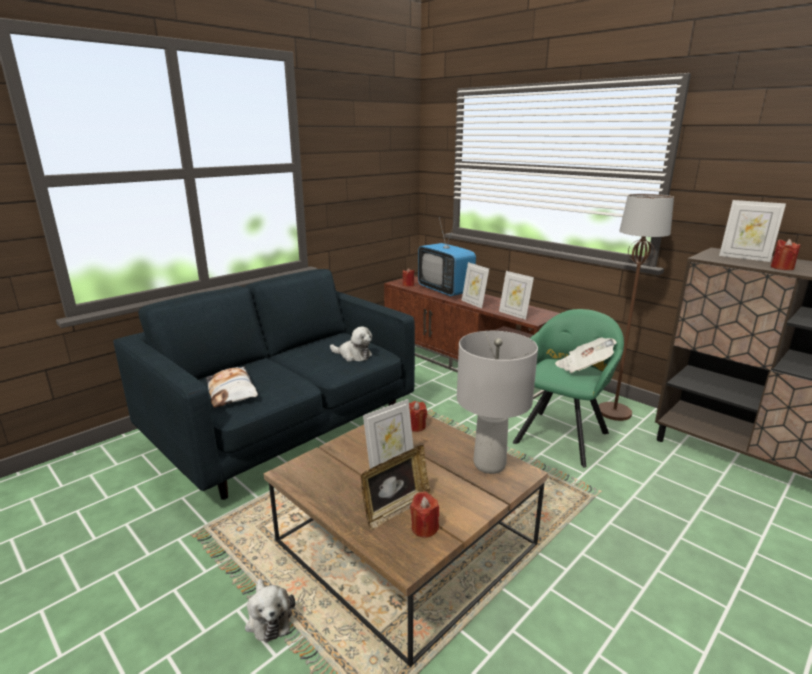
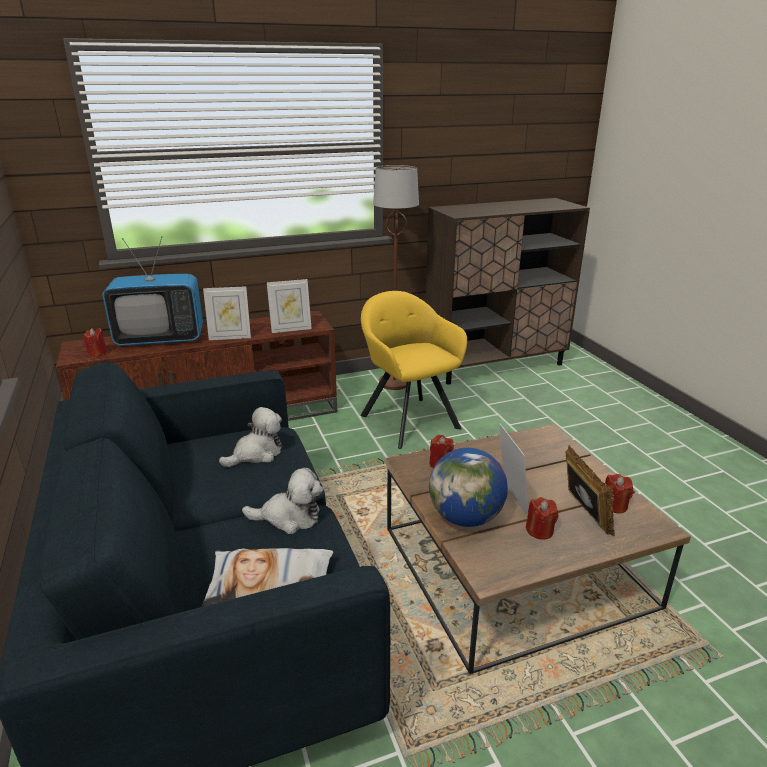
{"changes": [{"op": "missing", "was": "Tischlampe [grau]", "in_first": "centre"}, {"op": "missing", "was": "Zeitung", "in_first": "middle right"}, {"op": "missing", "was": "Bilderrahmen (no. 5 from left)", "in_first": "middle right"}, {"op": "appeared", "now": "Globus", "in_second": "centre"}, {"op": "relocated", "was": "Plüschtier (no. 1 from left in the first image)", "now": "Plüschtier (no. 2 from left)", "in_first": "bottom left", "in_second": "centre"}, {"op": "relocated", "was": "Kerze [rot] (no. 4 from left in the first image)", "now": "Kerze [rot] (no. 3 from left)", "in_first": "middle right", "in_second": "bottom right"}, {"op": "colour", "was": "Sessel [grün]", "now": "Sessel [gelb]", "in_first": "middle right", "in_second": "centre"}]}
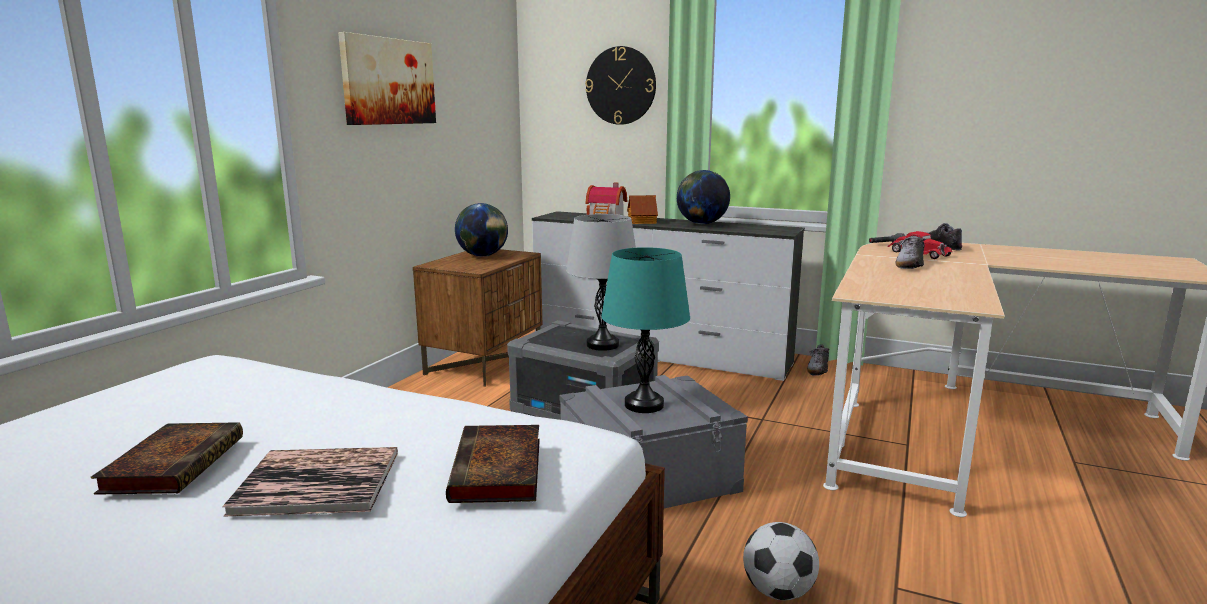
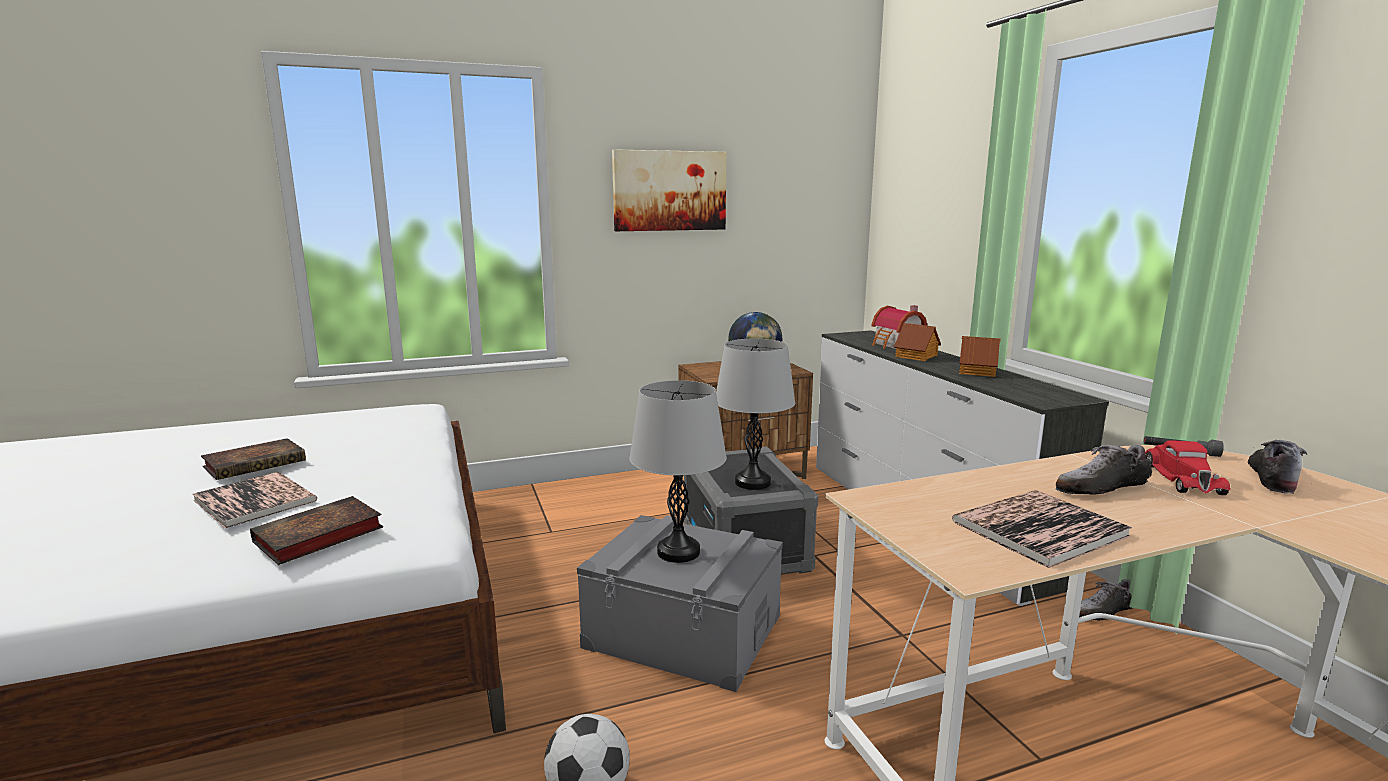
{"changes": [{"op": "missing", "was": "Wanduhr", "in_first": "top centre"}, {"op": "appeared", "now": "Buch (no. 4 from left)", "in_second": "bottom right"}, {"op": "exchanged", "was": "Globus (no. 2 from left)", "now": "Spielzeughaus (no. 3 from left)", "in_first": "top centre", "in_second": "middle right"}, {"op": "colour", "was": "Tischlampe [türkis]", "now": "Tischlampe [grau] (no. 1 from left)", "in_first": "centre", "in_second": "centre"}]}
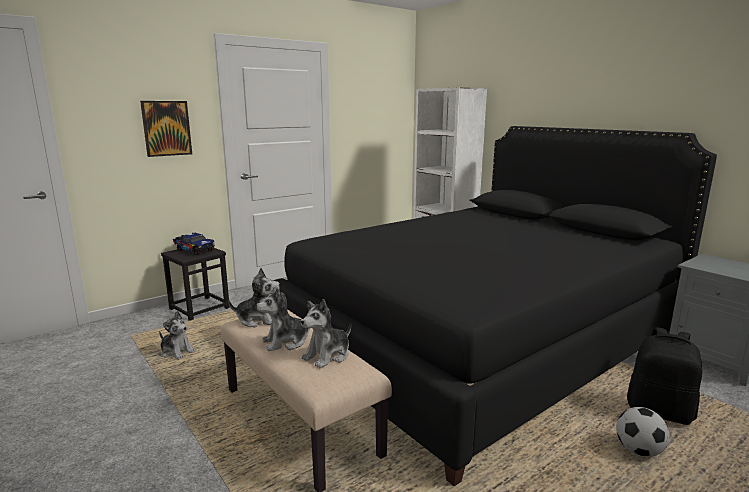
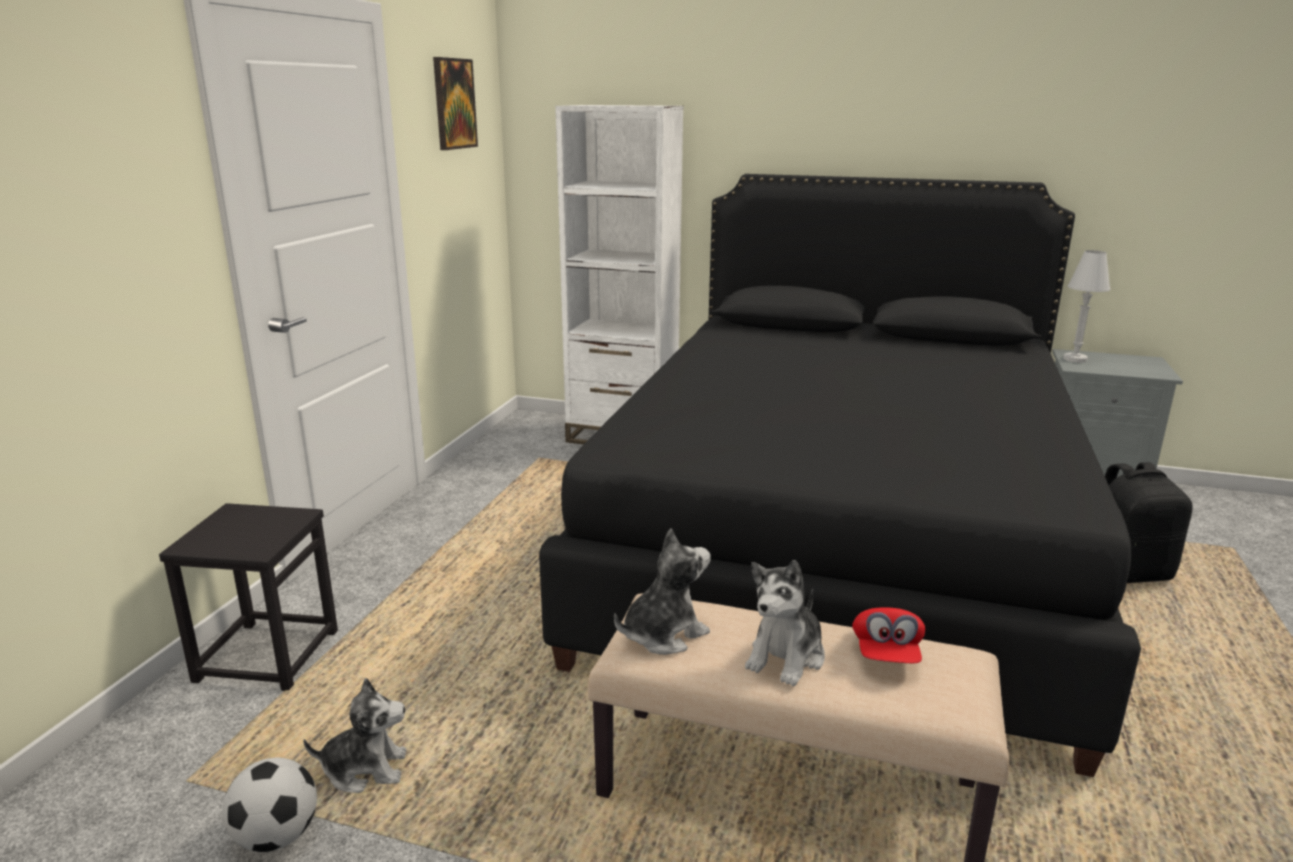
{"changes": [{"op": "missing", "was": "Spielzeuglaster", "in_first": "middle left"}, {"op": "appeared", "now": "Tischlampe [weiß]", "in_second": "middle right"}, {"op": "relocated", "was": "Bild", "in_first": "top left", "in_second": "top centre"}, {"op": "relocated", "was": "Fußball", "in_first": "bottom right", "in_second": "bottom left"}, {"op": "exchanged", "was": "Plüschtier (no. 4 from left)", "now": "Kappe [rot]", "in_first": "bottom centre", "in_second": "bottom right"}]}
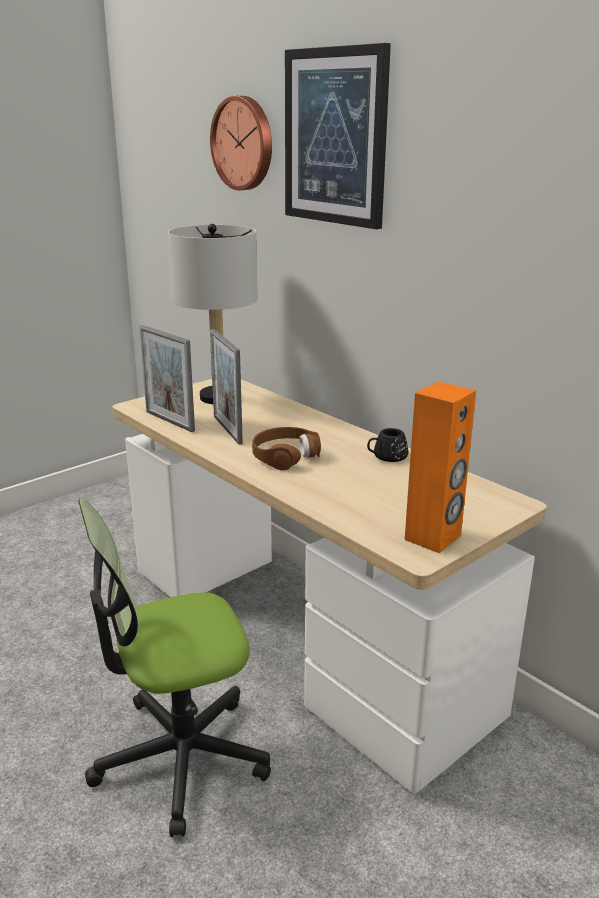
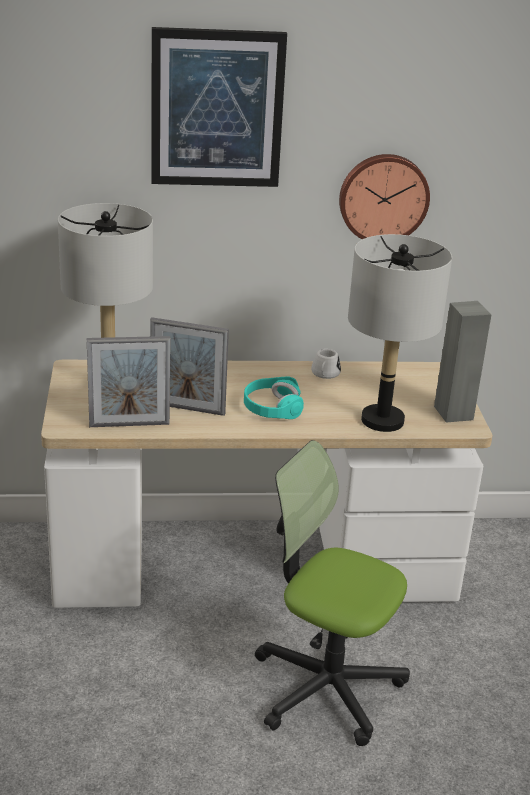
{"changes": [{"op": "appeared", "now": "Tischlampe [grau] (no. 2 from left)", "in_second": "middle right"}, {"op": "relocated", "was": "Wanduhr", "in_first": "top centre", "in_second": "top right"}, {"op": "colour", "was": "Kopfhörer [braun]", "now": "Kopfhörer [türkis]", "in_first": "centre", "in_second": "centre"}, {"op": "colour", "was": "Henkelbecher [schwarz]", "now": "Henkelbecher [weiß]", "in_first": "centre", "in_second": "centre"}, {"op": "colour", "was": "Lautsprecher [orange]", "now": "Lautsprecher [grau]", "in_first": "middle right", "in_second": "middle right"}, {"op": "spun", "was": "Bürostuhl", "in_first": "bottom left", "in_second": "bottom centre", "clockwise": 105}]}
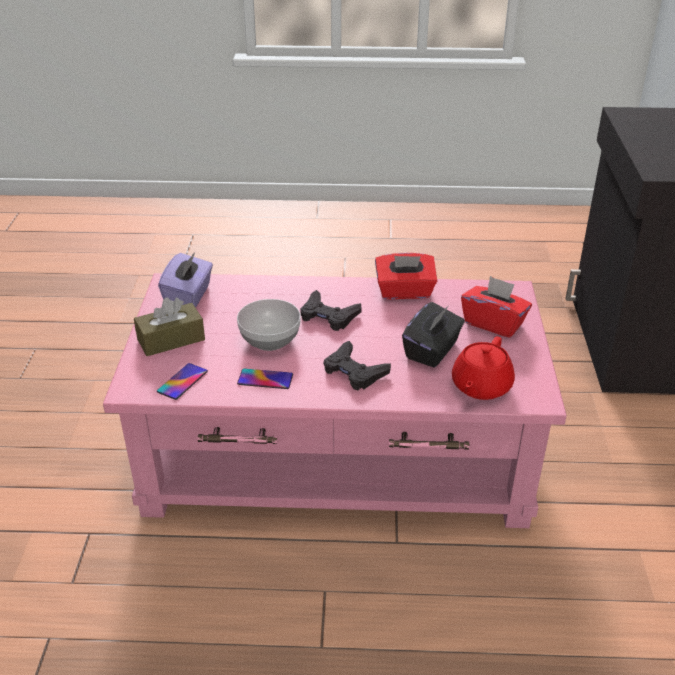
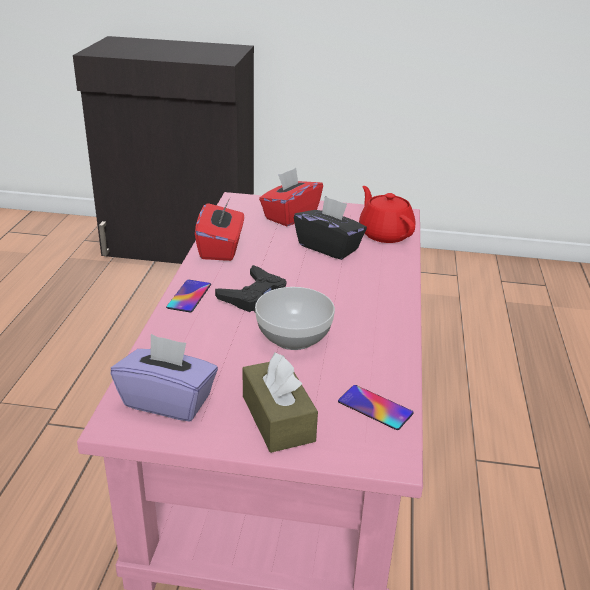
{"changes": [{"op": "missing", "was": "Gamepad [schwarz] (no. 2 from left)", "in_first": "centre"}, {"op": "relocated", "was": "Handy (no. 2 from left in the first image)", "now": "Handy (no. 1 from left)", "in_first": "centre", "in_second": "middle left"}, {"op": "spun", "was": "Teekanne [rot]", "in_first": "middle right", "in_second": "centre", "clockwise": -150}]}
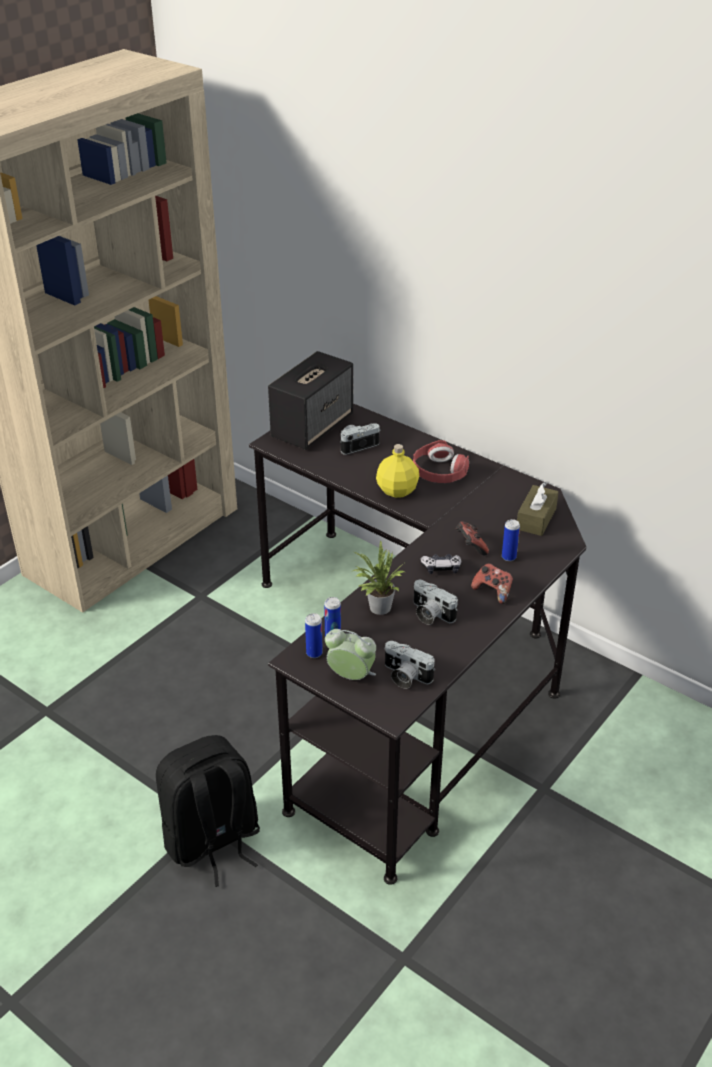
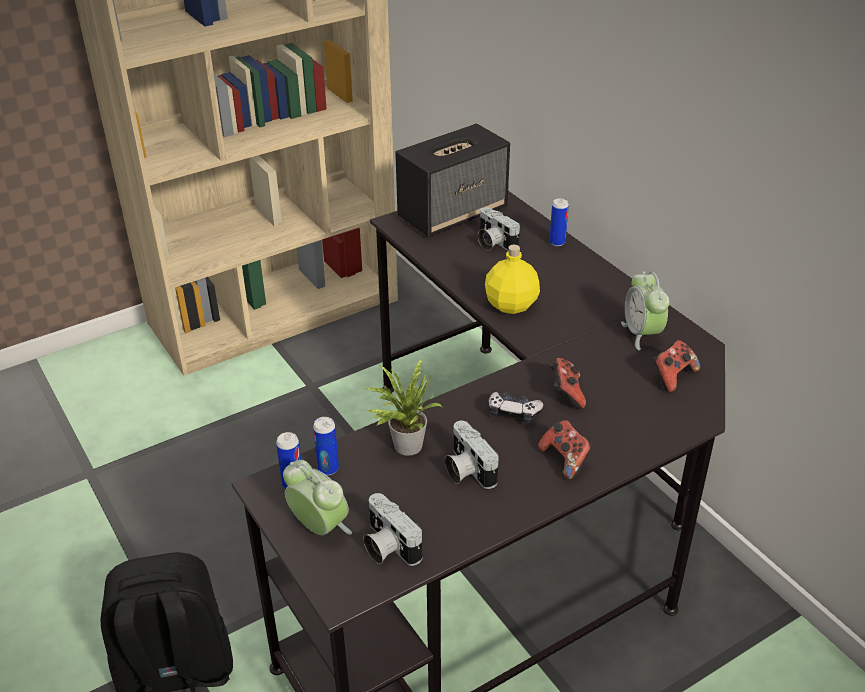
{"changes": [{"op": "missing", "was": "Kopfhörer [rot]", "in_first": "centre"}, {"op": "appeared", "now": "Wecker (no. 2 from left)", "in_second": "middle right"}, {"op": "relocated", "was": "Dose (no. 3 from left)", "in_first": "middle right", "in_second": "top centre"}, {"op": "exchanged", "was": "Taschentuchbox [braun]", "now": "Gamepad (no. 4 from left)", "in_first": "middle right", "in_second": "middle right"}, {"op": "spun", "was": "Kamera (no. 1 from left in the first image)", "in_first": "centre", "in_second": "top centre", "clockwise": -120}]}
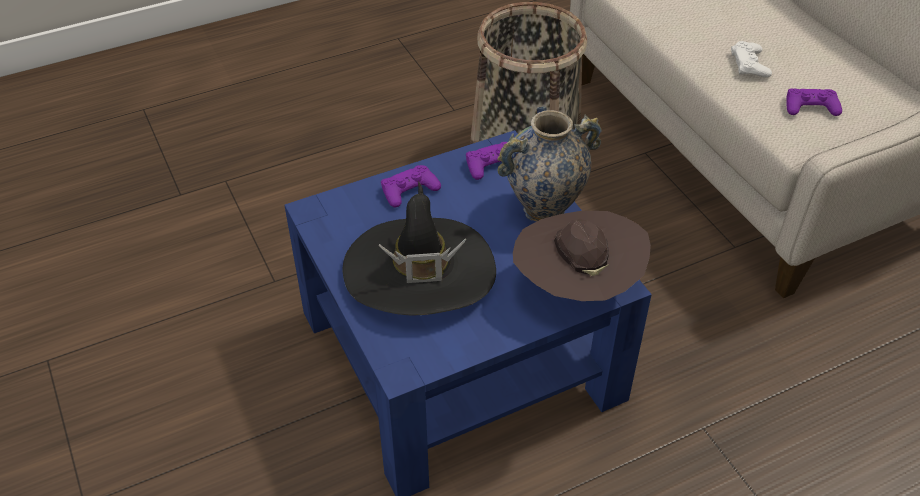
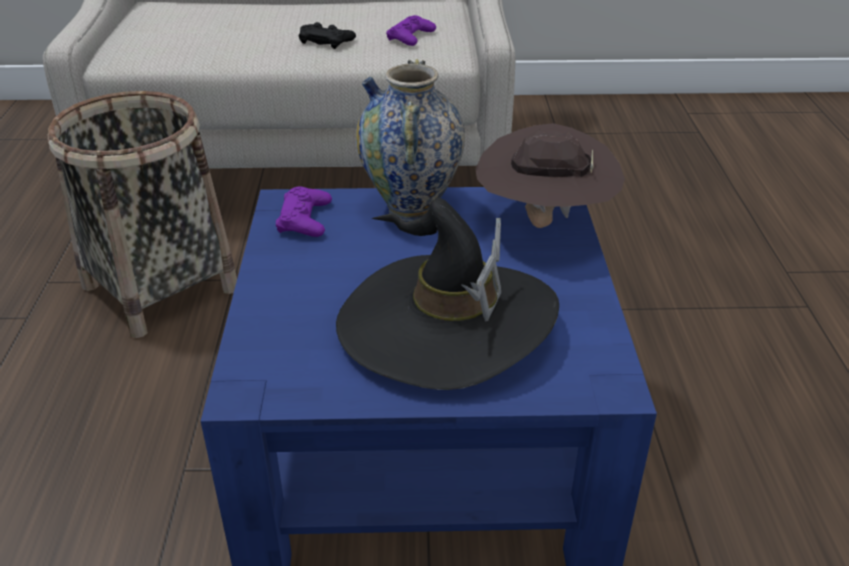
{"changes": [{"op": "missing", "was": "Gamepad [lila] (no. 1 from left)", "in_first": "centre"}, {"op": "colour", "was": "Gamepad [weiß]", "now": "Gamepad [schwarz]", "in_first": "top right", "in_second": "top centre"}]}
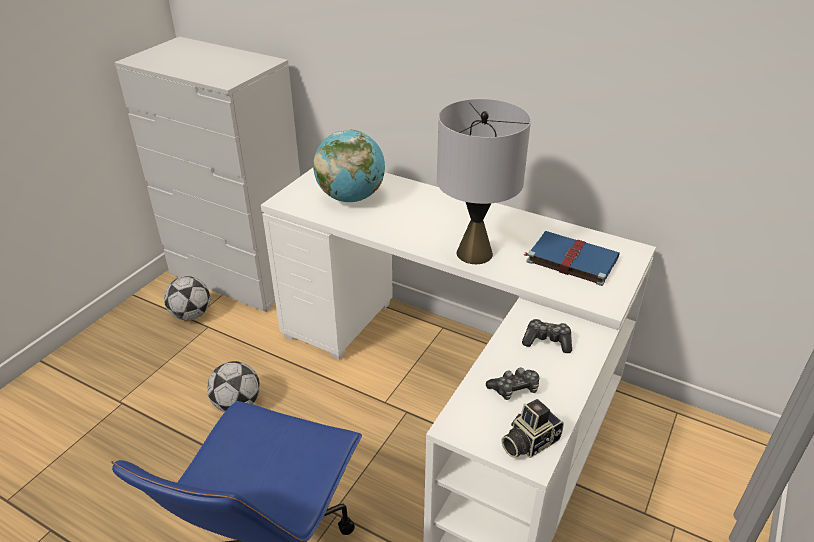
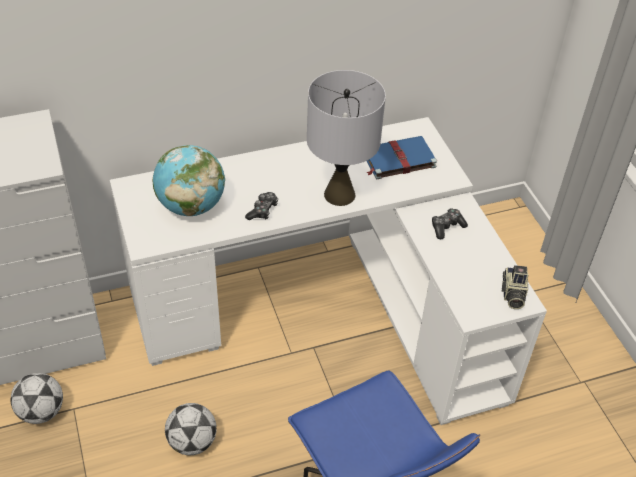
{"changes": [{"op": "relocated", "was": "Gamepad (no. 1 from left)", "in_first": "bottom centre", "in_second": "centre"}]}
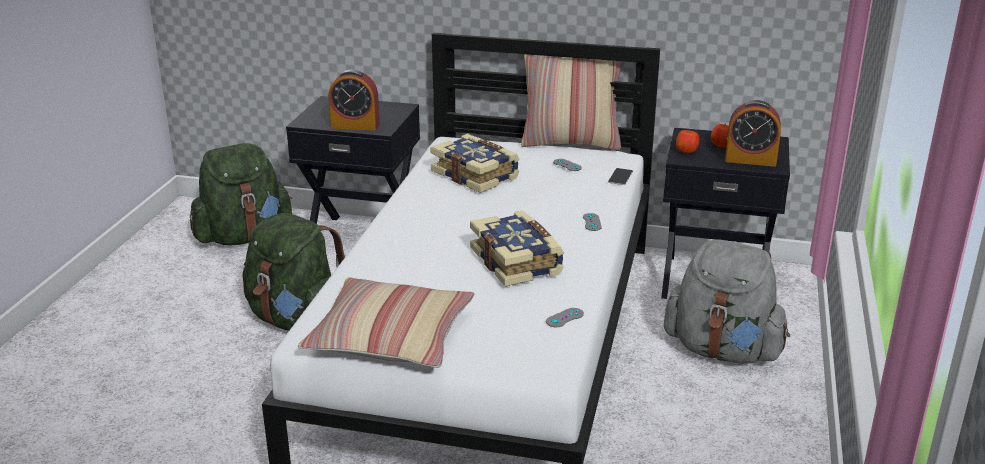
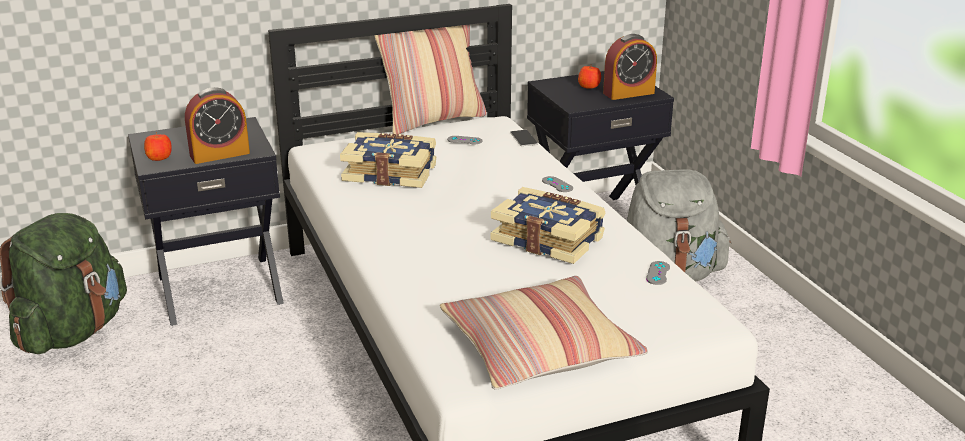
{"changes": [{"op": "missing", "was": "Rucksack [grün] (no. 2 from left)", "in_first": "middle left"}, {"op": "relocated", "was": "Apfel (no. 1 from left)", "in_first": "top right", "in_second": "top left"}]}
